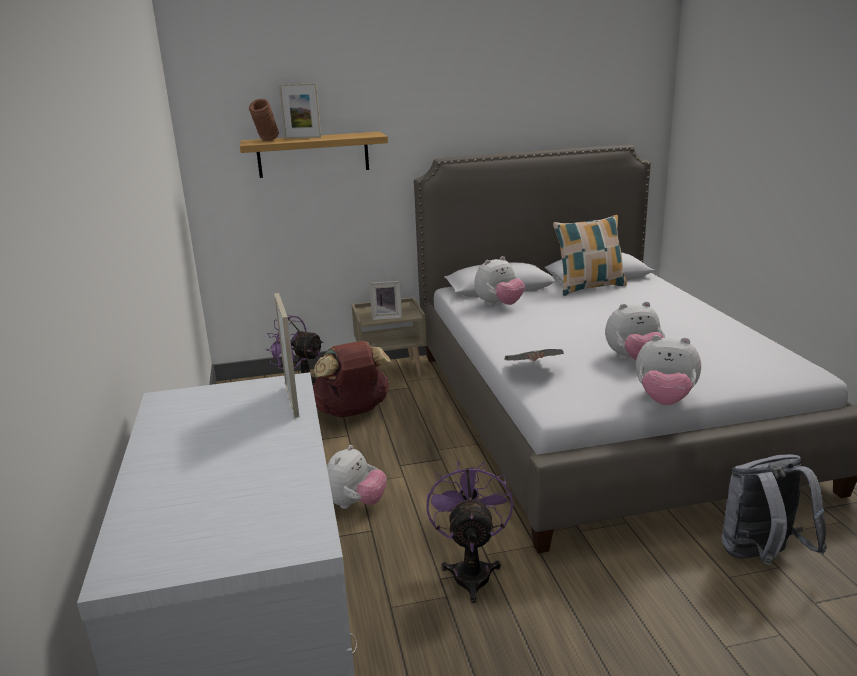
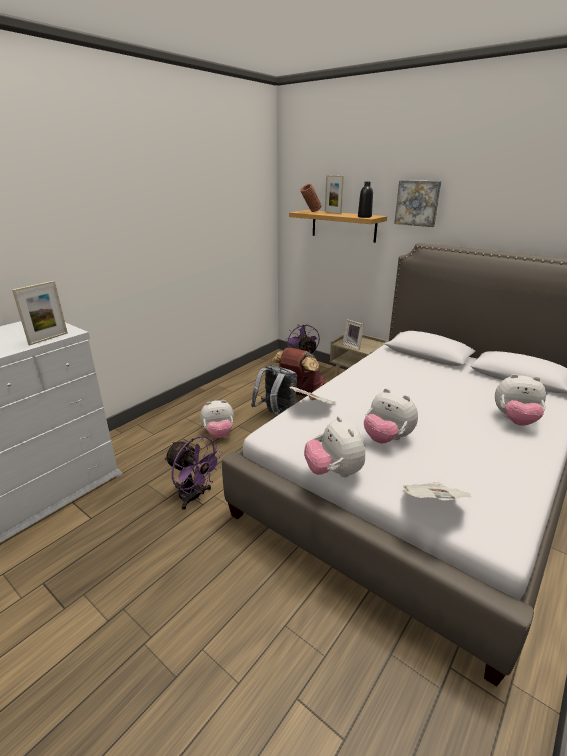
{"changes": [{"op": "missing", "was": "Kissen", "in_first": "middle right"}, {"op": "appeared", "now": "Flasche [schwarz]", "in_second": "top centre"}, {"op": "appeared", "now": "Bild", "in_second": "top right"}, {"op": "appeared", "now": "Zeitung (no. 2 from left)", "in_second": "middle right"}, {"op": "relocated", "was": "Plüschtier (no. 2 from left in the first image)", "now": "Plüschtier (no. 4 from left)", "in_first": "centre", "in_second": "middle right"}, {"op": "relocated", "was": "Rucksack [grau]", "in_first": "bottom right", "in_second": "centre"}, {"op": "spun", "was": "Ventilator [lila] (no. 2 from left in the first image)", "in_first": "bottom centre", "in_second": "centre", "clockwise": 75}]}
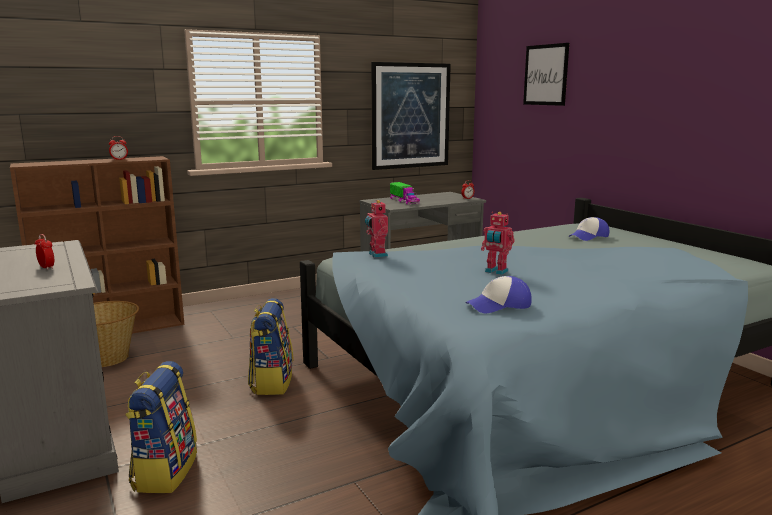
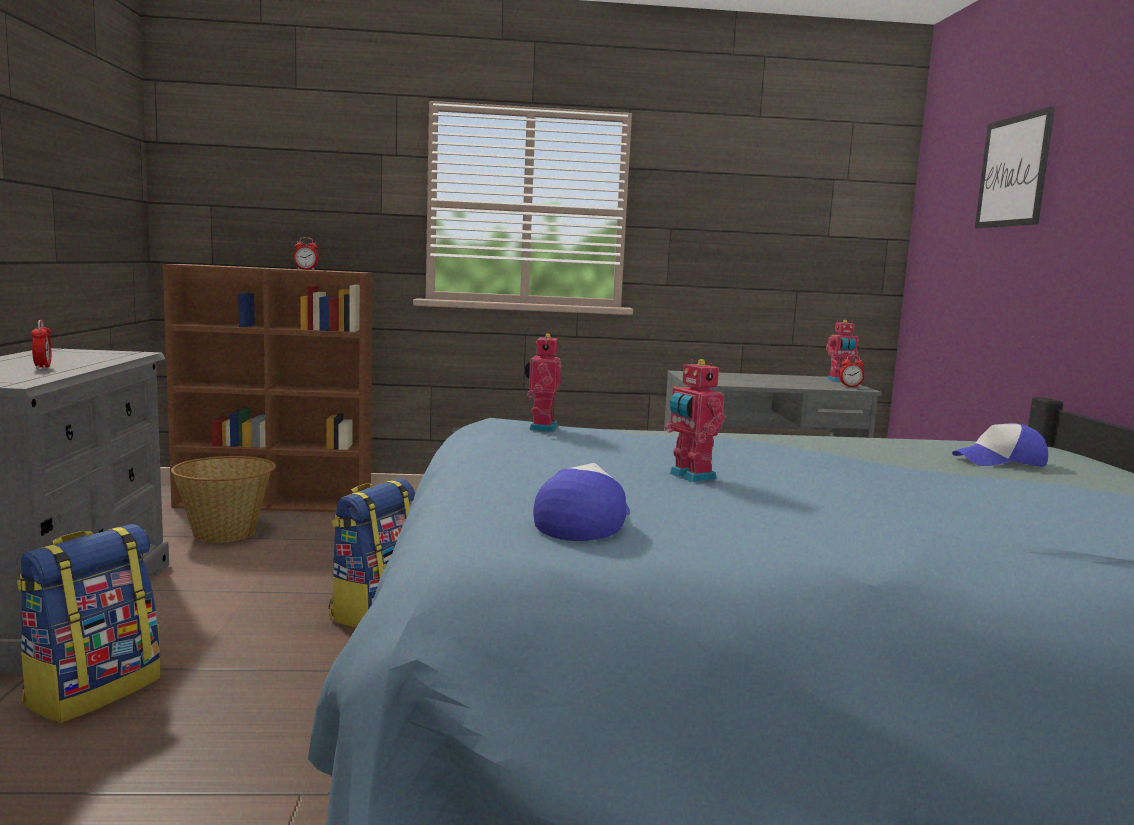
{"changes": [{"op": "missing", "was": "Bild (no. 1 from left)", "in_first": "top centre"}, {"op": "missing", "was": "Spielzeuglaster", "in_first": "centre"}, {"op": "appeared", "now": "Spielzeugroboter (no. 3 from left)", "in_second": "middle right"}, {"op": "spun", "was": "Kappe (no. 1 from left)", "in_first": "centre", "in_second": "centre", "clockwise": 105}]}
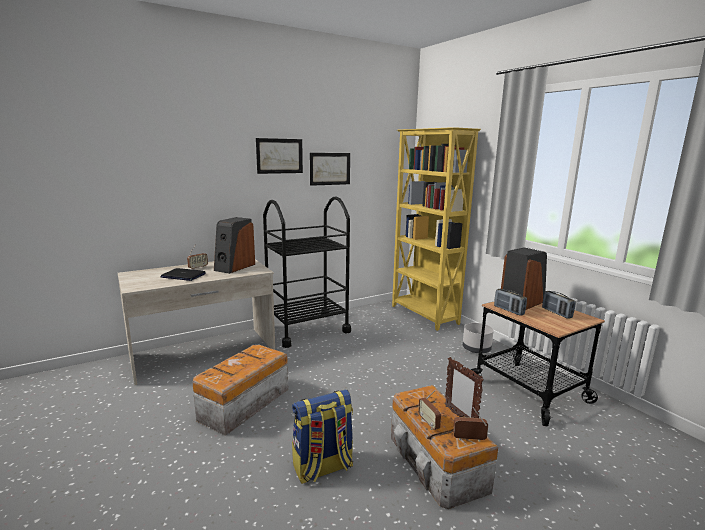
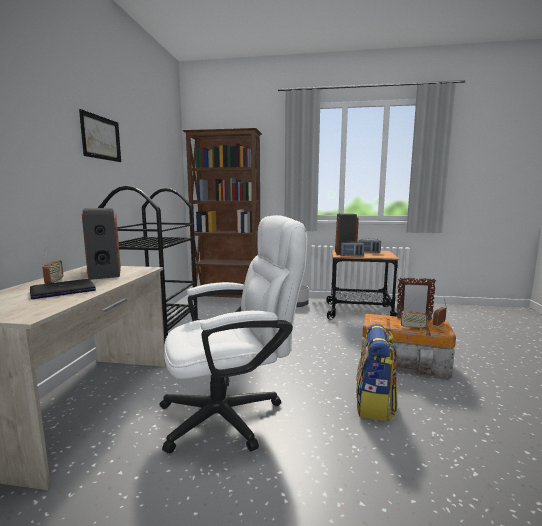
{"changes": [{"op": "missing", "was": "Bild (no. 2 from left)", "in_first": "top centre"}, {"op": "exchanged", "was": "Aufbewahrungsbox (no. 1 from left)", "now": "Bürostuhl [weiß]", "in_first": "bottom centre", "in_second": "centre"}, {"op": "colour", "was": "Bücherregal [gelb]", "now": "Bücherregal [braun]", "in_first": "centre", "in_second": "centre"}]}
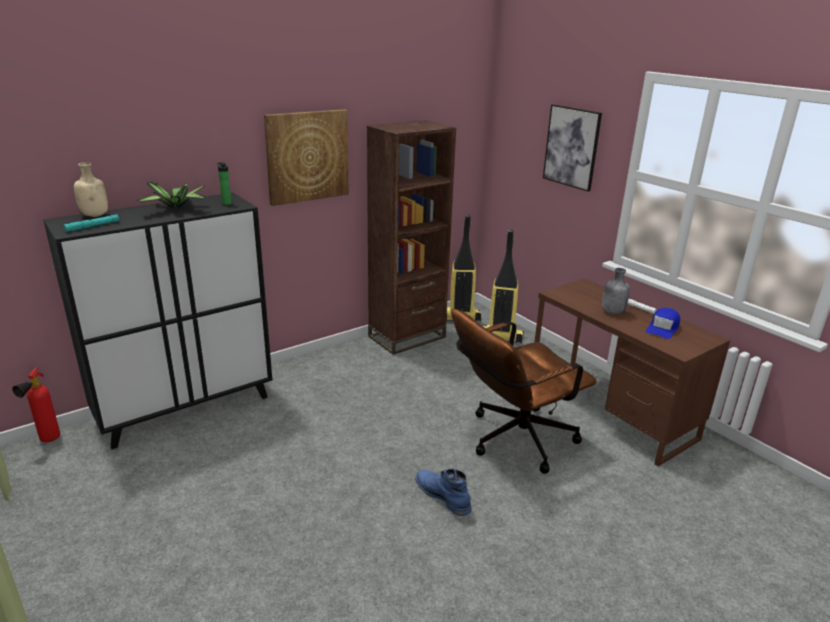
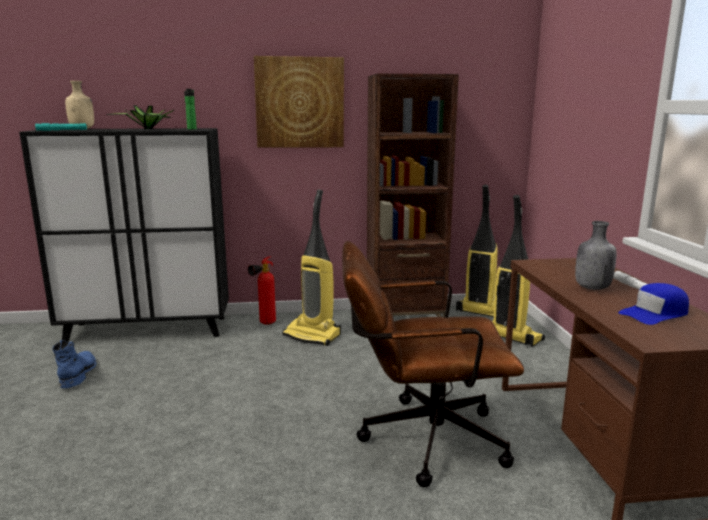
{"changes": [{"op": "missing", "was": "Bild (no. 2 from left)", "in_first": "top right"}, {"op": "appeared", "now": "Staubsauger (no. 1 from left)", "in_second": "centre"}, {"op": "relocated", "was": "Feuerlöscher", "in_first": "middle left", "in_second": "centre"}, {"op": "relocated", "was": "Stiefel [blau]", "in_first": "bottom centre", "in_second": "bottom left"}]}
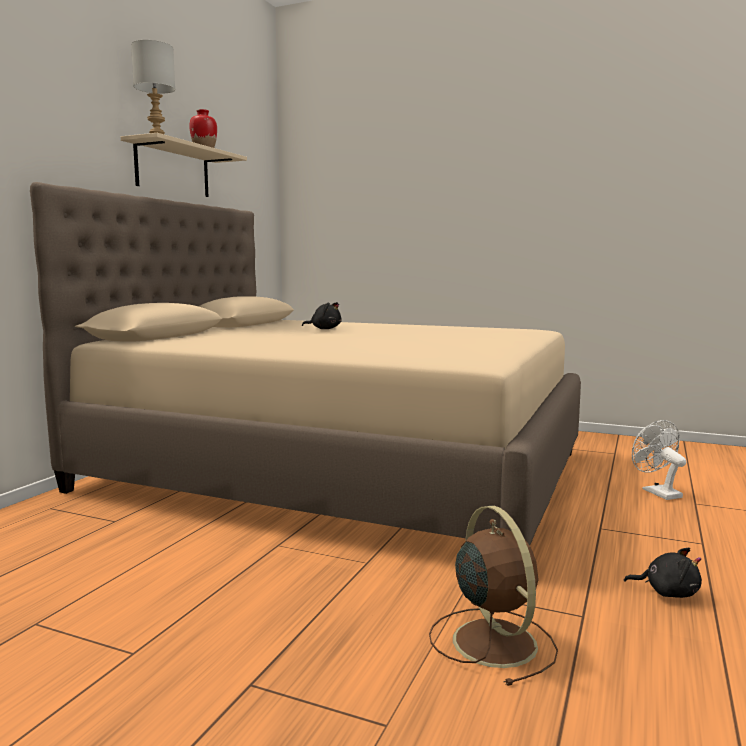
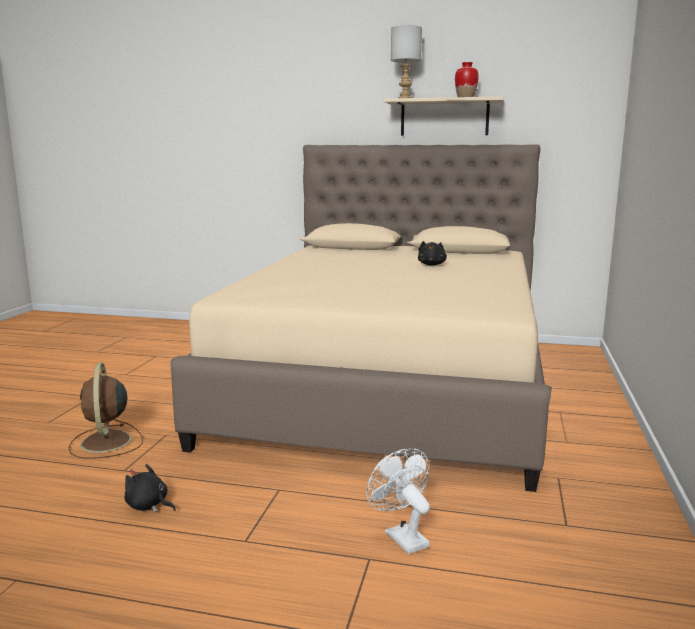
{"changes": [{"op": "spun", "was": "Ventilator [braun]", "in_first": "bottom centre", "in_second": "middle left", "clockwise": 105}, {"op": "spun", "was": "Plüschtier [schwarz] (no. 2 from left in the first image)", "in_first": "bottom right", "in_second": "bottom left", "clockwise": 105}, {"op": "spun", "was": "Ventilator [weiß]", "in_first": "middle right", "in_second": "bottom centre", "clockwise": -90}]}
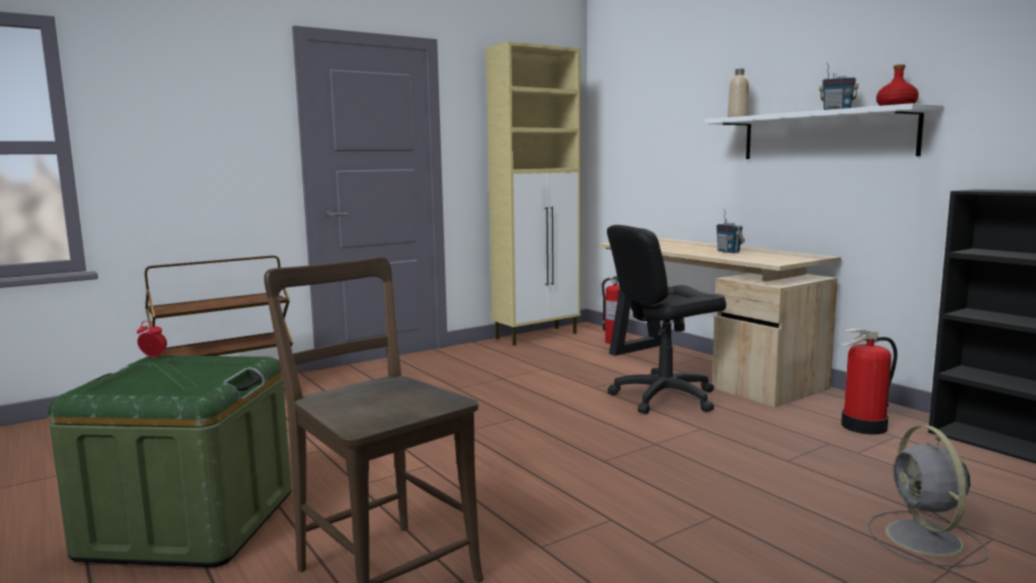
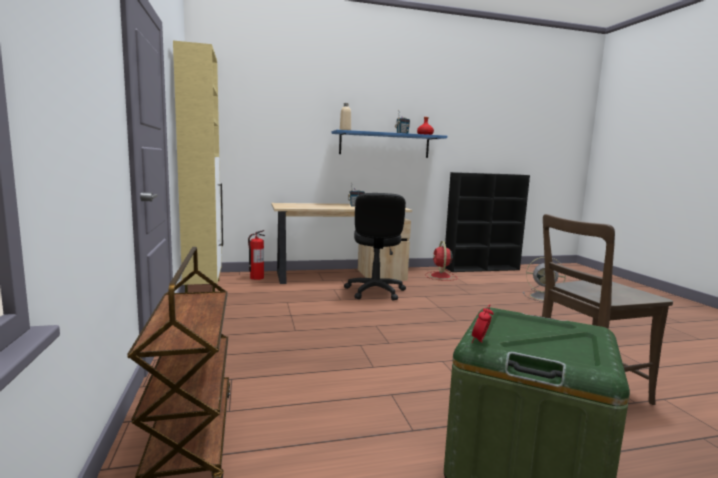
{"changes": [{"op": "exchanged", "was": "Feuerlöscher (no. 2 from left)", "now": "Ventilator [rot]", "in_first": "middle right", "in_second": "centre"}, {"op": "colour", "was": "Wandregal [weiß]", "now": "Wandregal [blau]", "in_first": "top right", "in_second": "top centre"}]}
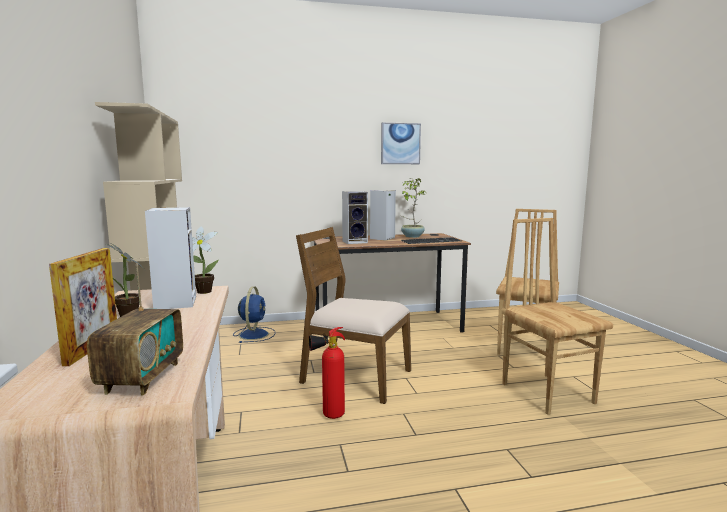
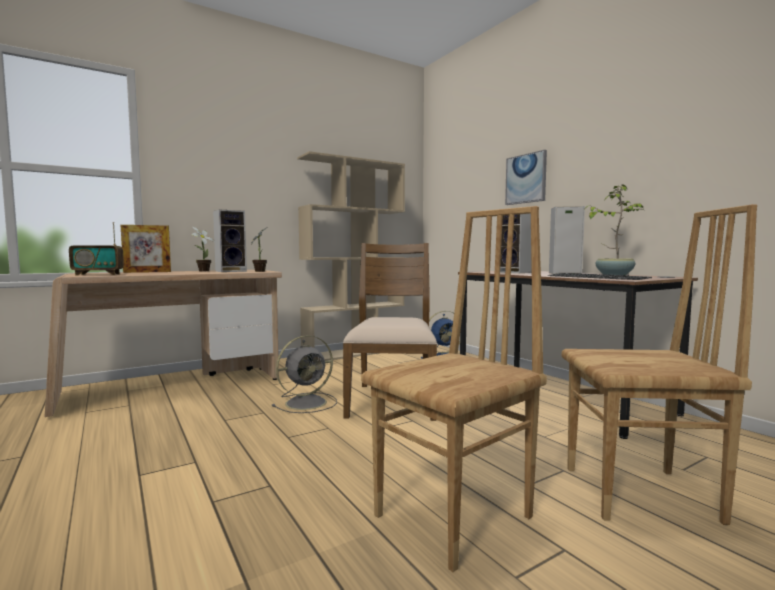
{"changes": [{"op": "relocated", "was": "Bild", "in_first": "top centre", "in_second": "top right"}, {"op": "exchanged", "was": "Feuerlöscher", "now": "Ventilator [grau]", "in_first": "bottom centre", "in_second": "centre"}]}
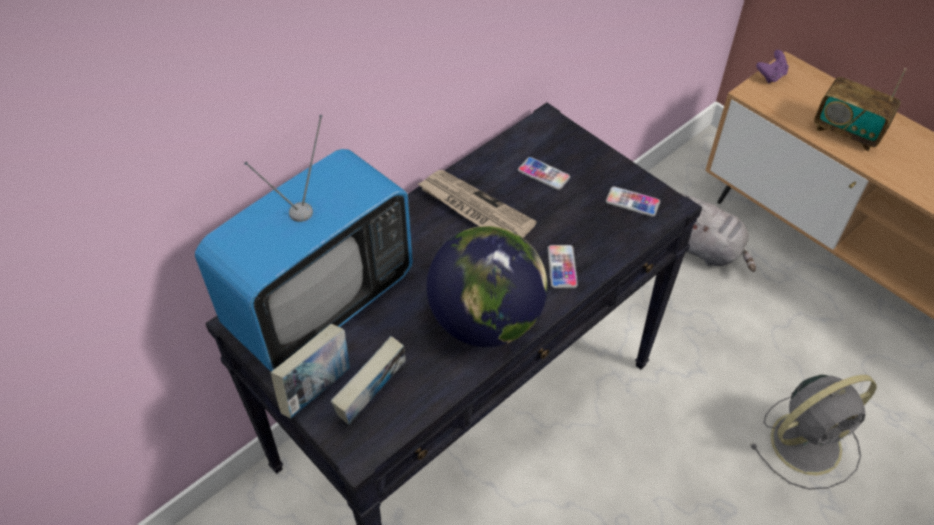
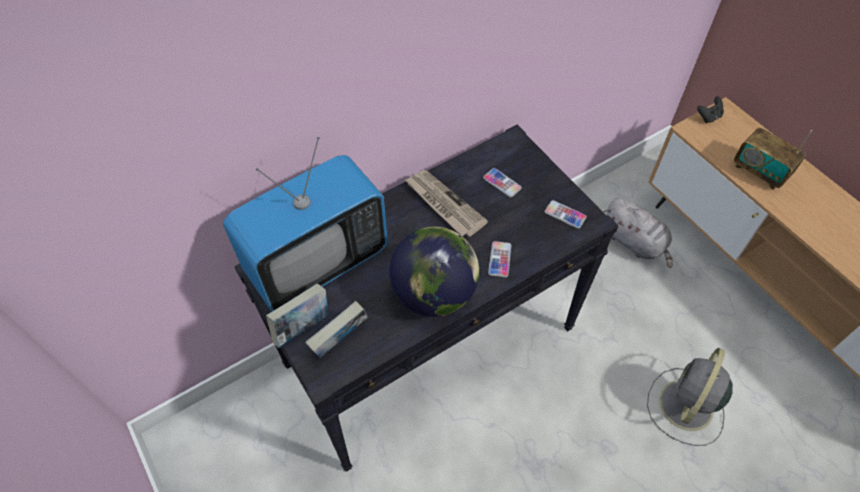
{"changes": [{"op": "colour", "was": "Gamepad [lila]", "now": "Gamepad [schwarz]", "in_first": "top right", "in_second": "top right"}, {"op": "spun", "was": "Ventilator [grau]", "in_first": "bottom right", "in_second": "bottom right", "clockwise": 135}]}
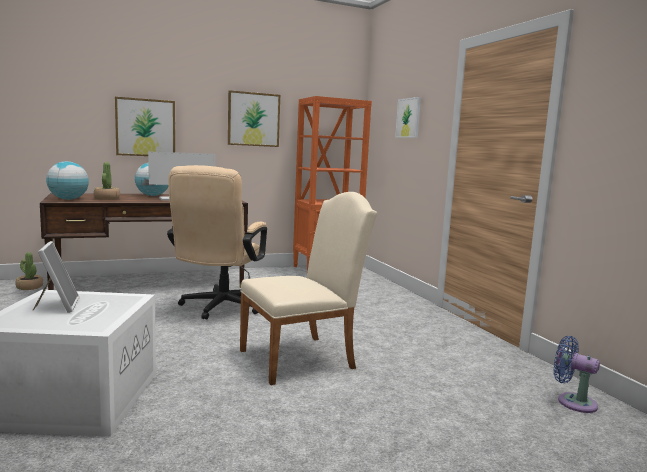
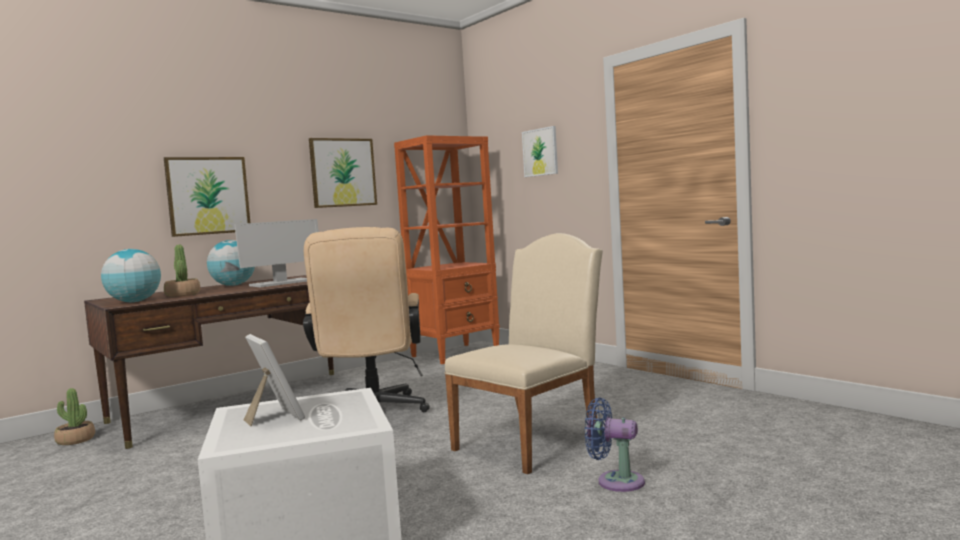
{"changes": [{"op": "relocated", "was": "Ventilator [blau]", "in_first": "bottom right", "in_second": "bottom centre"}]}
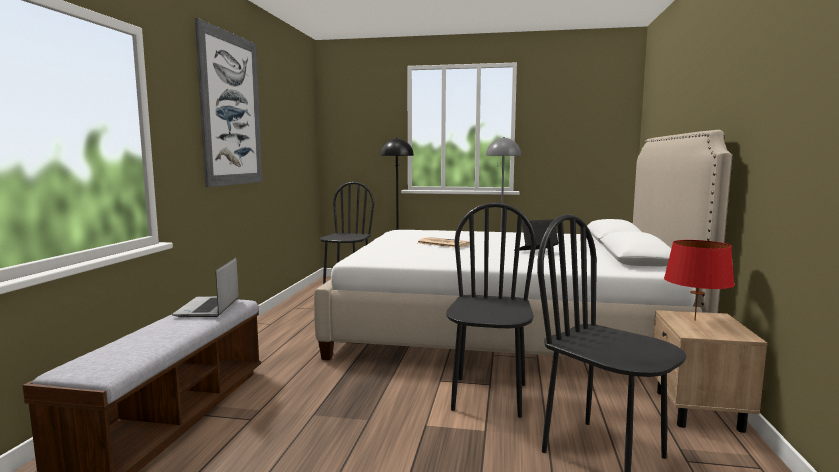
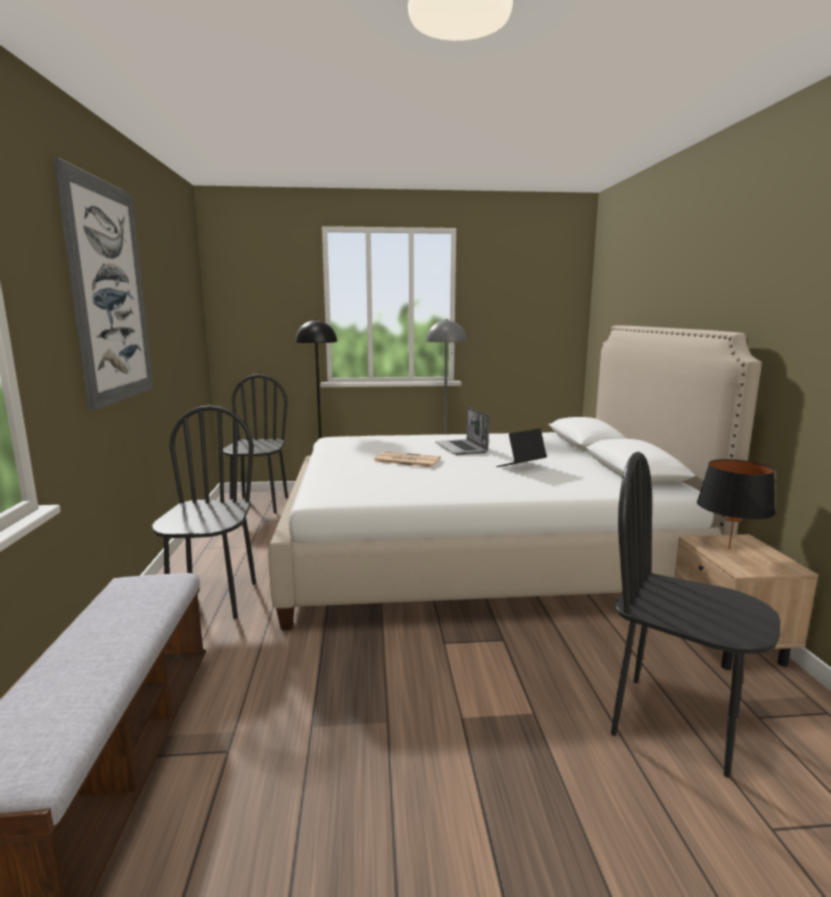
{"changes": [{"op": "relocated", "was": "Laptop (no. 1 from left)", "in_first": "middle left", "in_second": "centre"}, {"op": "relocated", "was": "Stuhl [schwarz] (no. 2 from left in the first image)", "now": "Stuhl [schwarz] (no. 1 from left)", "in_first": "centre", "in_second": "middle left"}, {"op": "colour", "was": "Tischlampe [rot]", "now": "Tischlampe [schwarz]", "in_first": "middle right", "in_second": "middle right"}]}
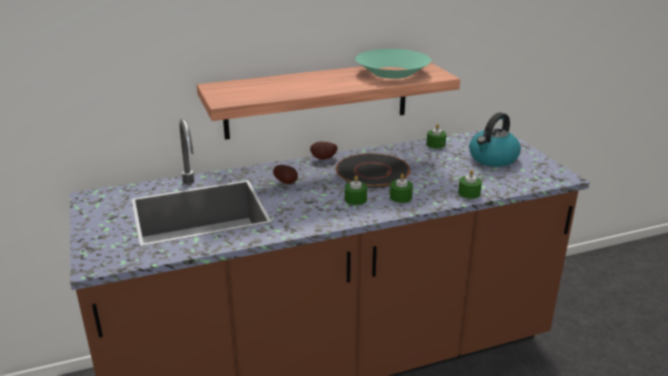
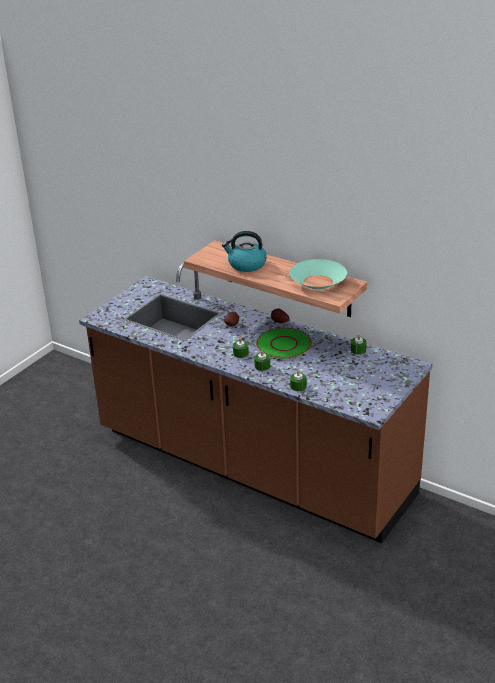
{"changes": [{"op": "relocated", "was": "Wasserkessel", "in_first": "middle right", "in_second": "centre"}, {"op": "colour", "was": "Teller [schwarz]", "now": "Teller [grün]", "in_first": "centre", "in_second": "centre"}]}
